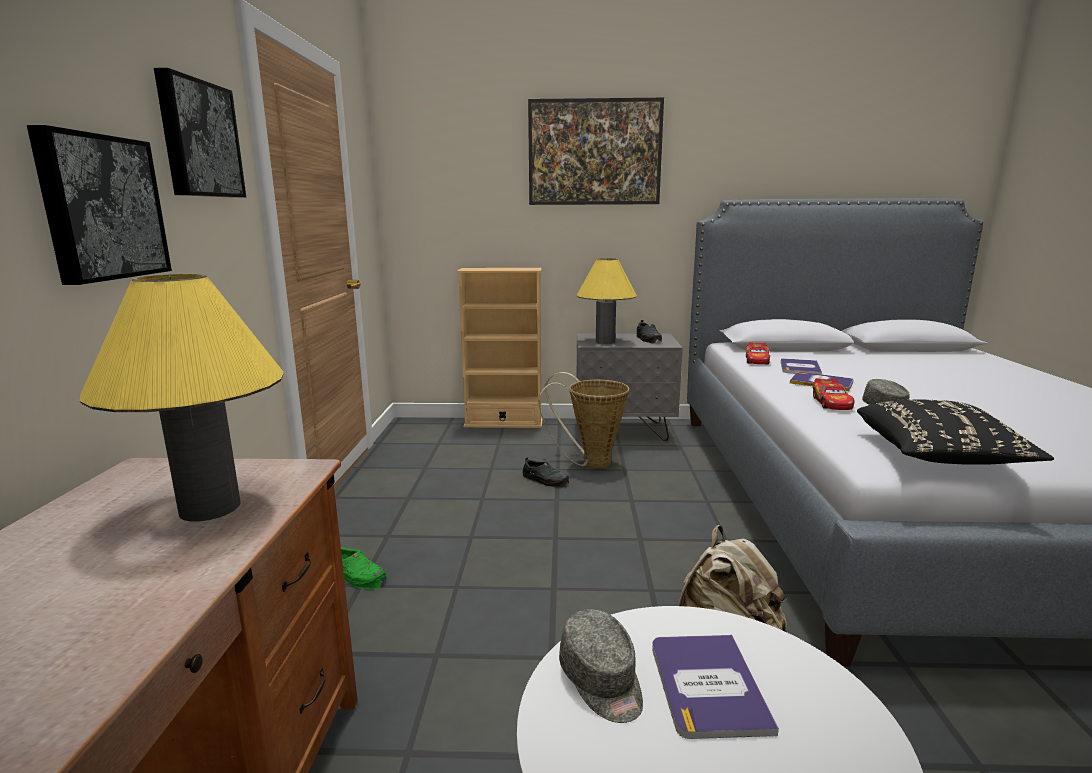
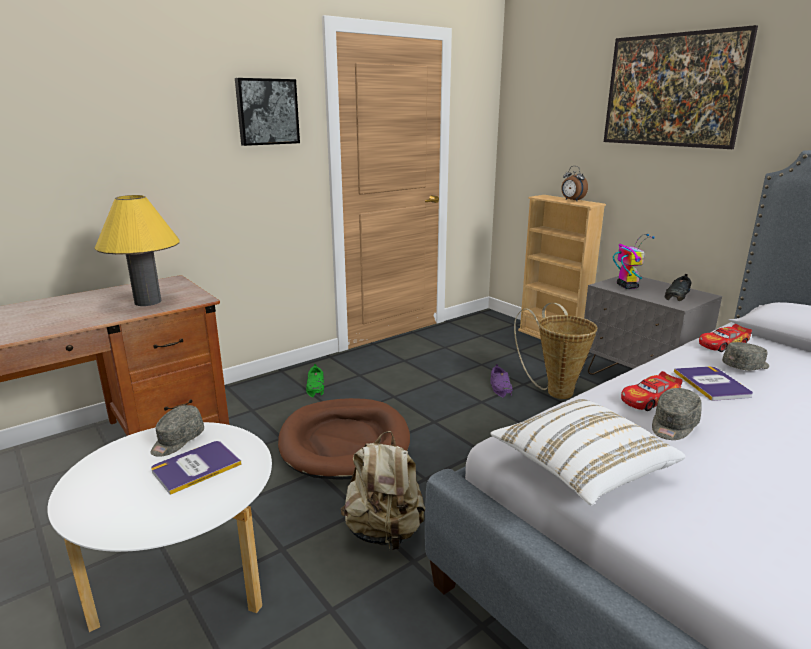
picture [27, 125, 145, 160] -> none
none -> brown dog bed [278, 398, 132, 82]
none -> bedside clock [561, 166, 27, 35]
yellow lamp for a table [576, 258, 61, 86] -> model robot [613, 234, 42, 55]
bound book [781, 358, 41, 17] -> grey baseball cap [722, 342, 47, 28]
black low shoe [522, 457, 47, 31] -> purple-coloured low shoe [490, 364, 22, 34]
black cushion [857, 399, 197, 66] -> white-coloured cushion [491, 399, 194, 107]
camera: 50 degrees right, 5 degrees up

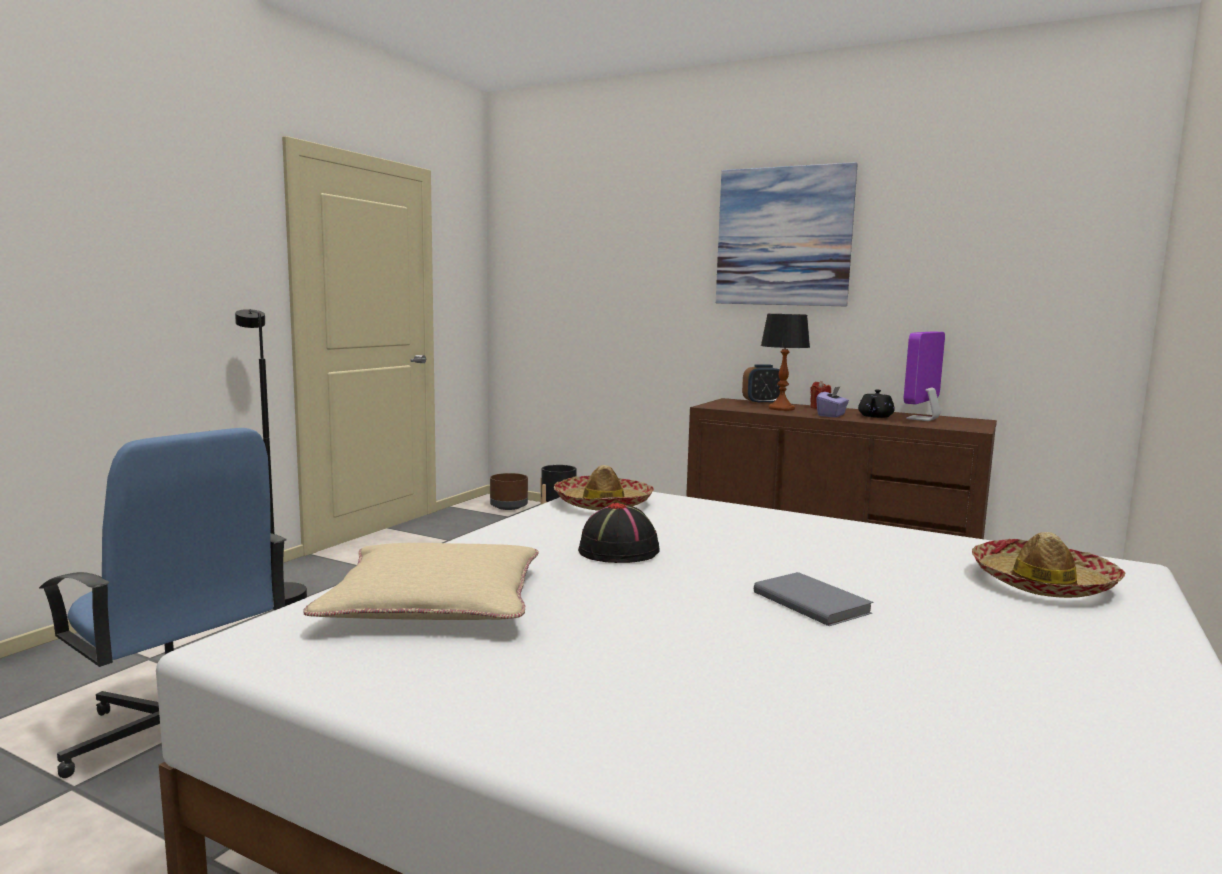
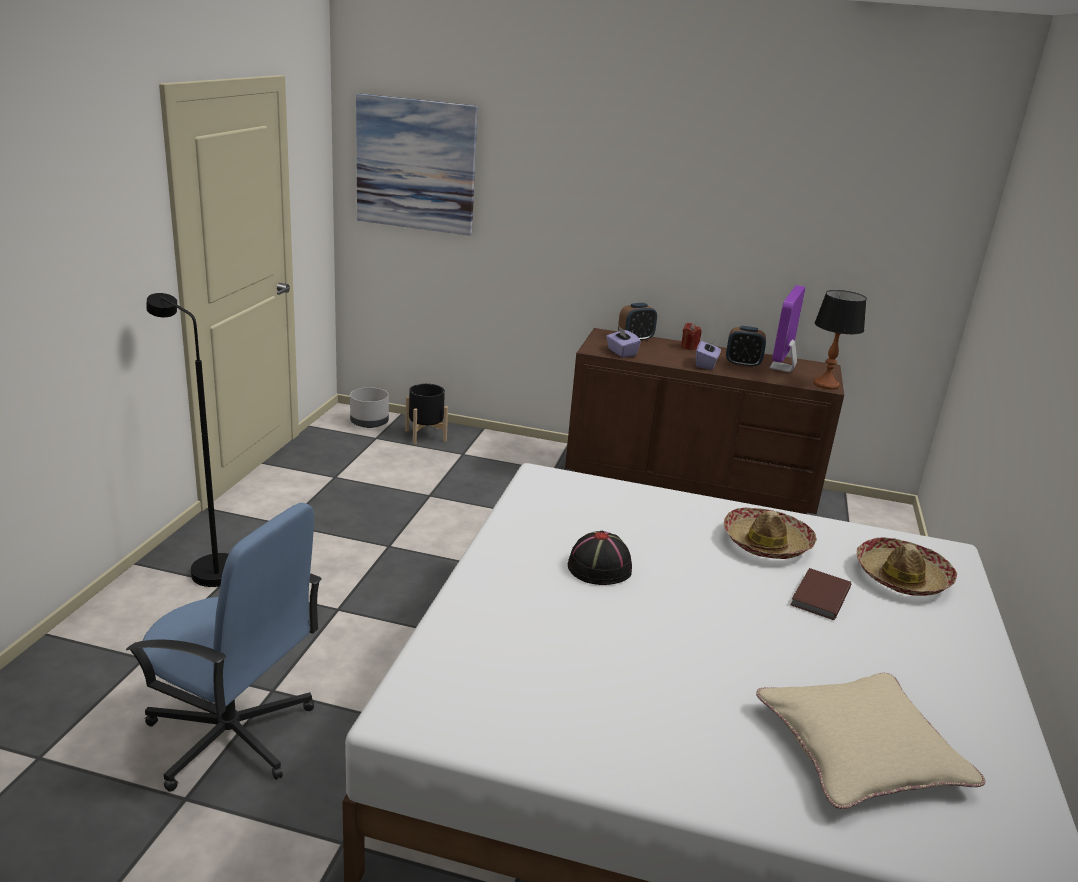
grey bound book [754, 572, 120, 54] -> none
none -> purple-coloured tissue holder [606, 327, 35, 30]
none -> brown bound book [791, 568, 60, 52]
beige cushion [303, 543, 235, 77] -> beige cushion [756, 673, 230, 136], shifted
hat [554, 465, 100, 45] -> hat [724, 507, 93, 52], shifted
picture [716, 162, 142, 144] -> picture [356, 93, 122, 143], shifted
lamp for a table [761, 314, 49, 97] -> lamp for a table [814, 290, 53, 100], shifted
black teapot [858, 390, 37, 28] -> bedside clock [726, 326, 40, 42]
brown flower pot [490, 473, 38, 37] -> grey flower pot [350, 387, 39, 41]
camera: 15 degrees left, 15 degrees up

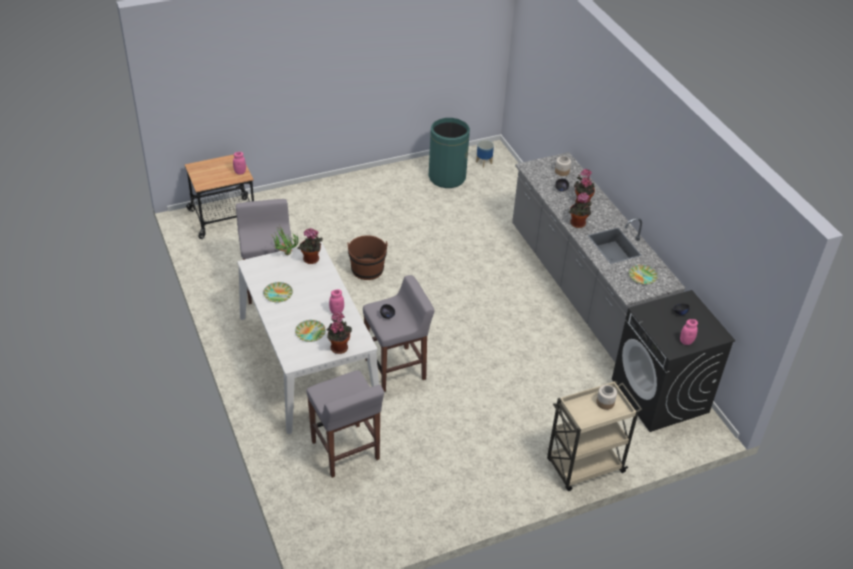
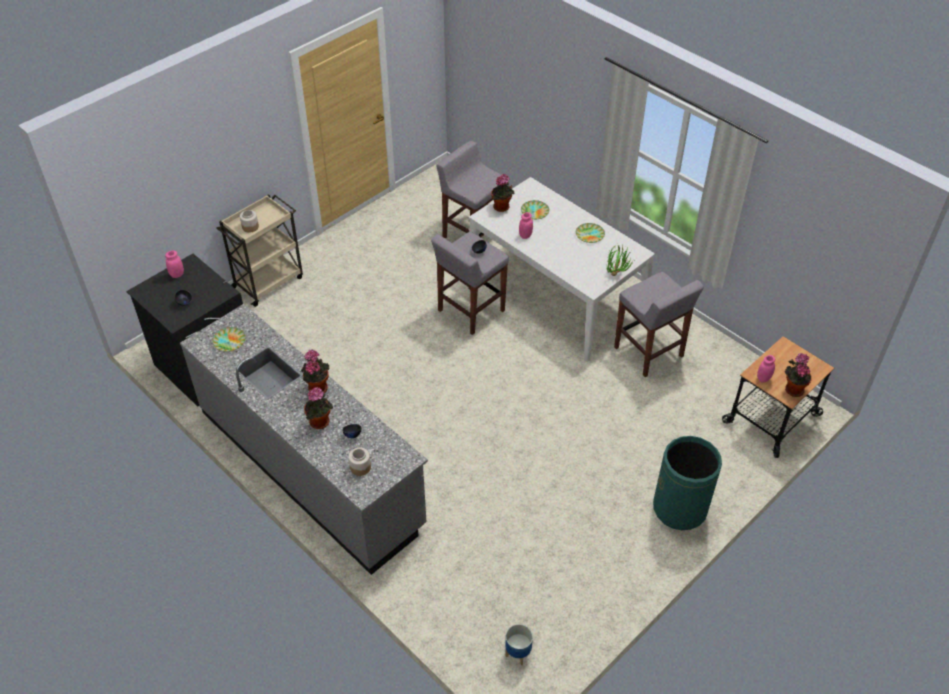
brown pail [347, 235, 40, 45] -> none
plant in a pot [298, 228, 25, 36] -> plant in a pot [785, 353, 27, 44], shifted
green-coloured rubbish bin [429, 118, 41, 70] -> green-coloured rubbish bin [653, 436, 69, 94], shifted
camera: 160 degrees right, 5 degrees up

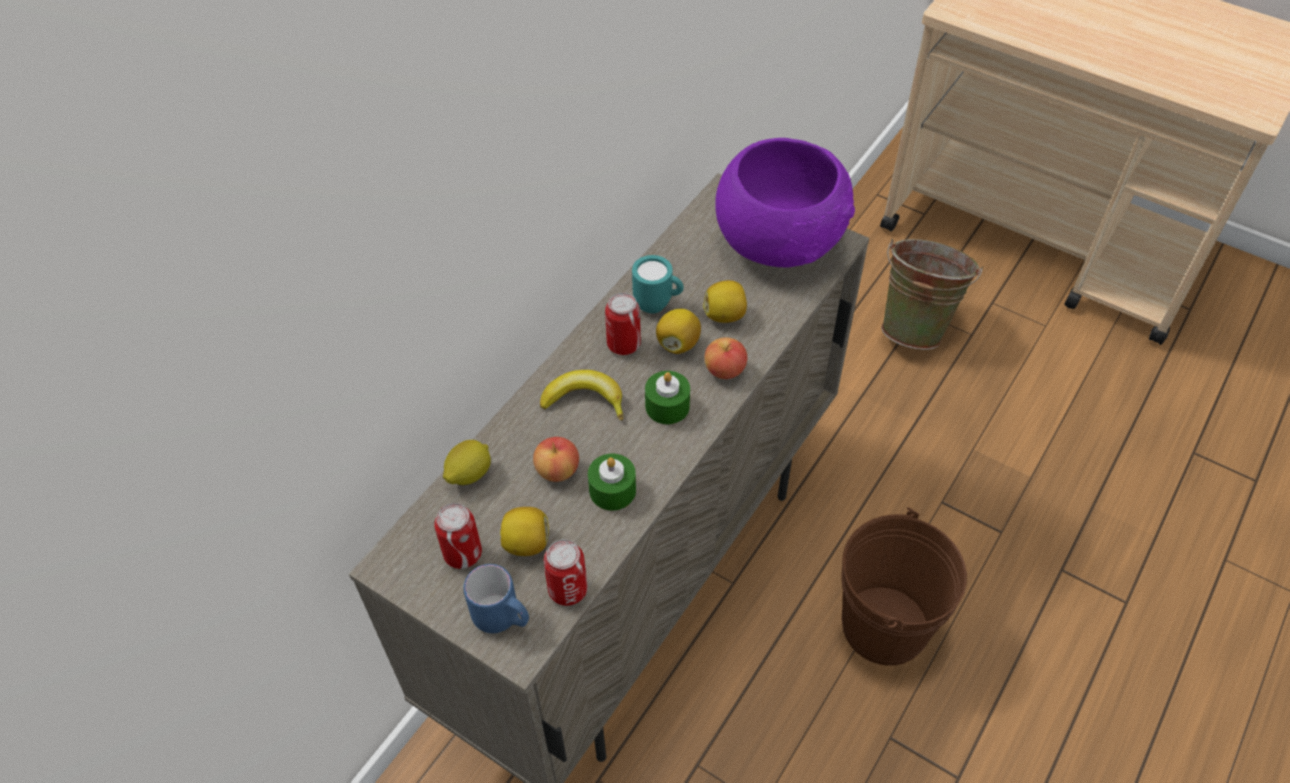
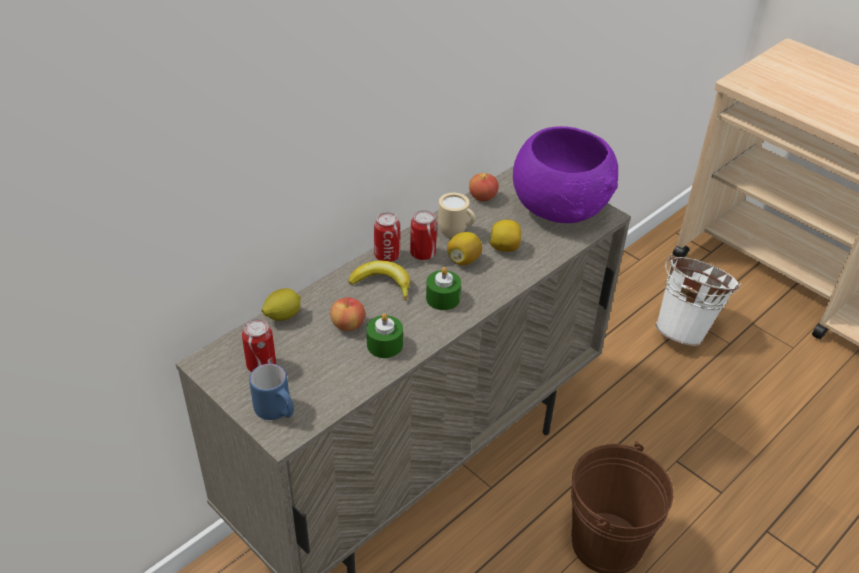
lemon [500, 507, 49, 49] -> none
can [543, 539, 45, 67] -> can [374, 212, 26, 50], shifted
apple fruit [704, 337, 43, 42] -> apple fruit [469, 173, 30, 28], shifted
turquoise-coloured tea mug [632, 255, 52, 58] -> beige tea mug [438, 192, 38, 46]
green-coloured pail [881, 239, 102, 111] -> white-coloured pail [655, 253, 86, 93]
camera: 10 degrees right, 10 degrees down

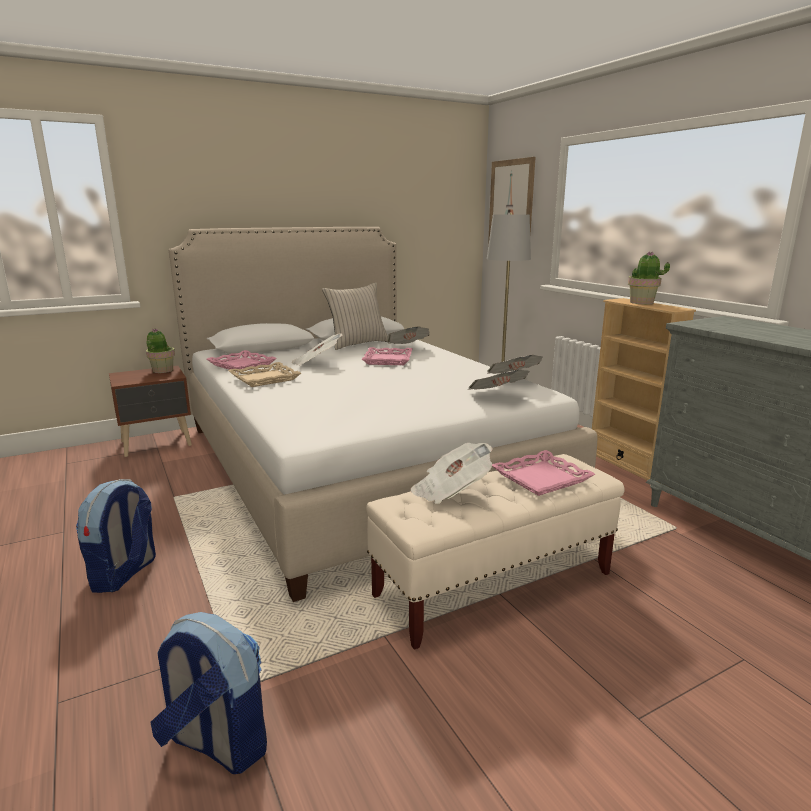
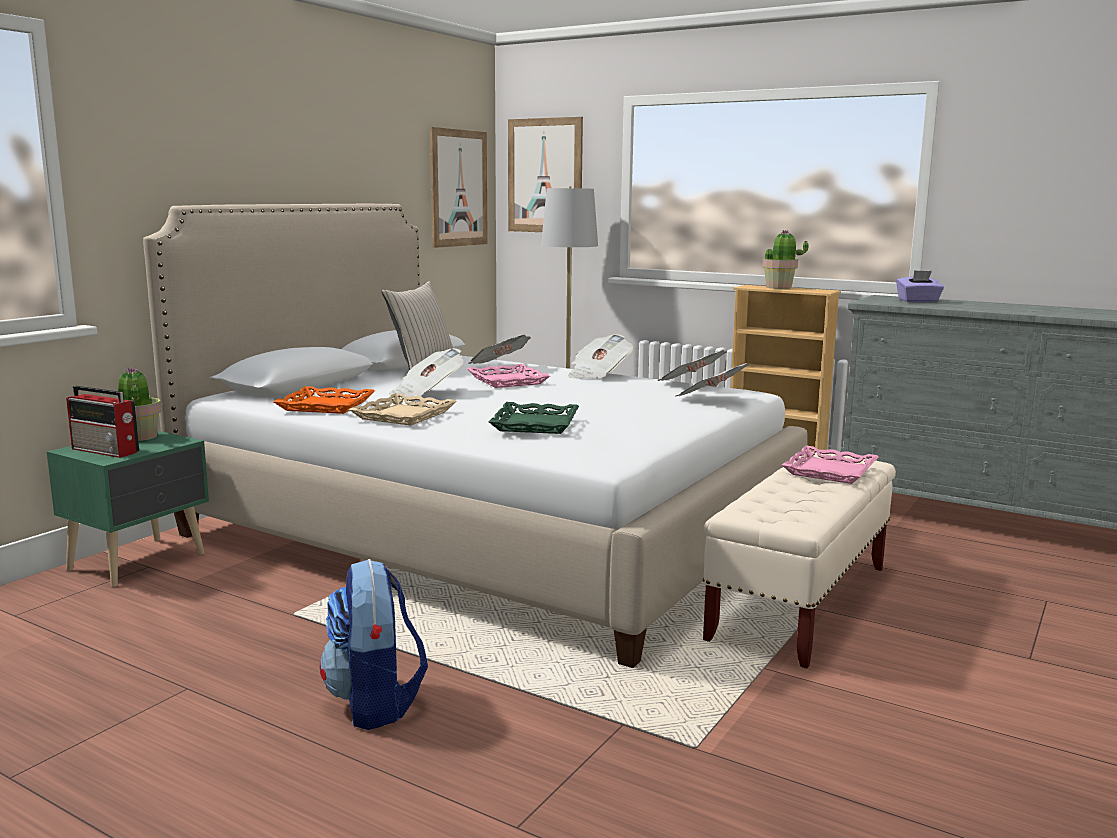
knapsack [151, 612, 116, 162] -> none
none -> radio [66, 386, 73, 72]
none -> picture [430, 127, 58, 121]
none -> green-coloured tray [489, 402, 90, 32]
none -> purple-coloured tissue holder [896, 270, 48, 33]
newspaper [411, 443, 82, 61] -> newspaper [568, 334, 65, 45], shifted
brown night table [109, 366, 83, 91] -> green-coloured night table [47, 431, 162, 156]
pink-coloured tray [207, 350, 70, 22] -> orange tray [273, 386, 102, 28]
camera: 30 degrees left, 5 degrees down

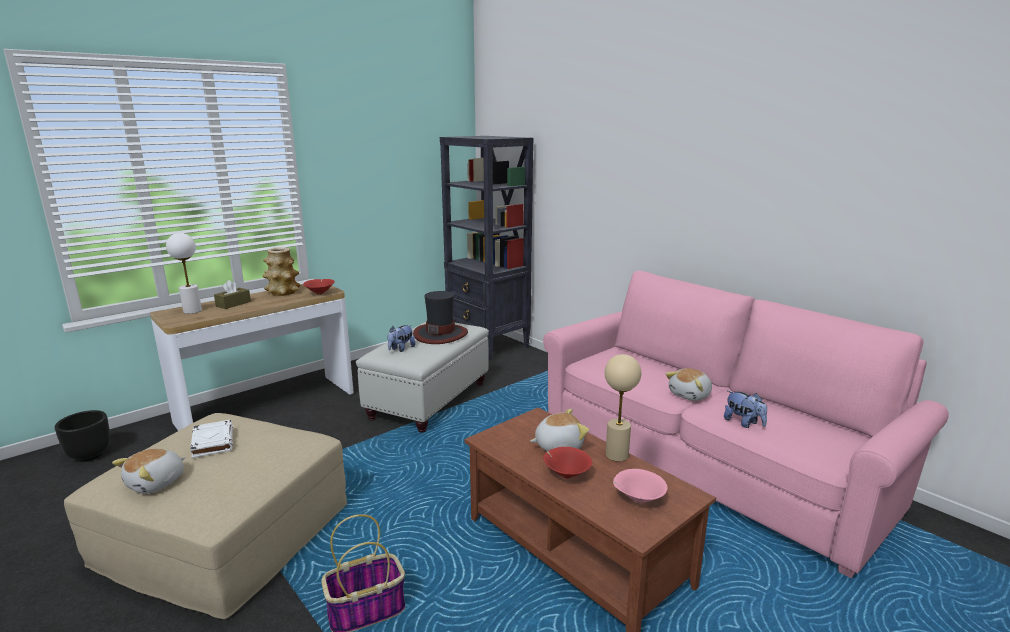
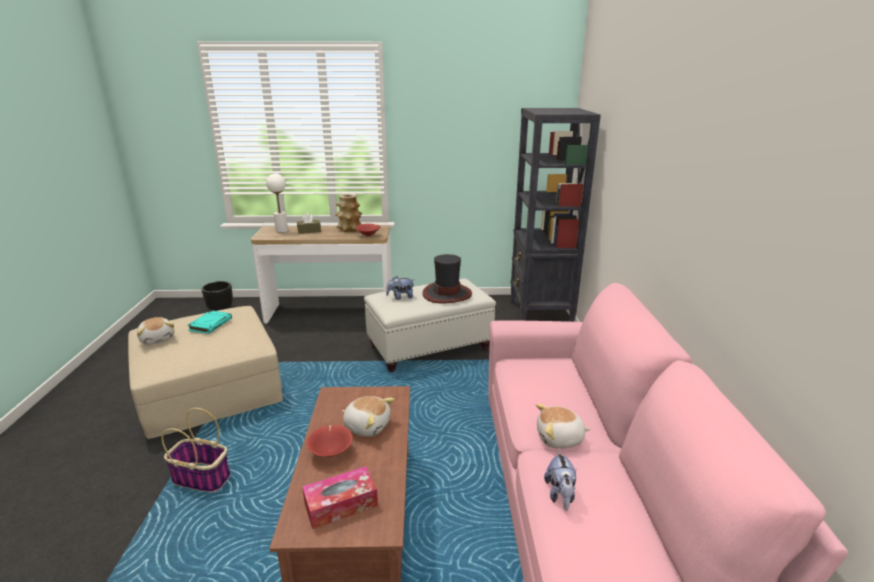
beige lamp for a table [605, 354, 36, 107] -> none
pink-coloured deep dish [613, 469, 54, 34] -> tissue holder [302, 466, 76, 63]
white-coloured bound book [190, 420, 43, 38] -> turquoise-coloured bound book [187, 310, 45, 24]
cuddly toy [112, 449, 74, 45] -> cuddly toy [137, 317, 37, 28], 105 degrees counterclockwise
camera: 40 degrees right, 5 degrees up

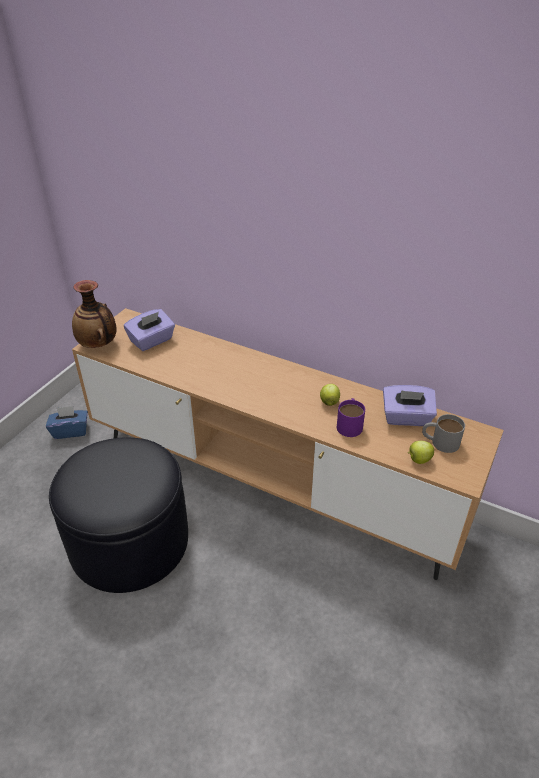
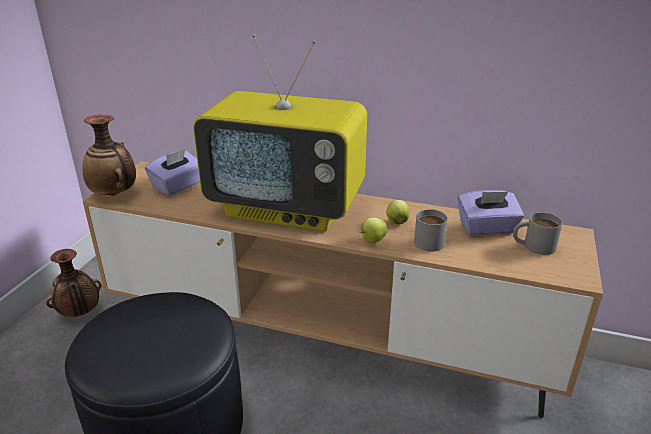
none -> television [193, 34, 174, 197]
apple fruit [408, 441, 26, 23] -> apple fruit [359, 218, 28, 25], shifted
blue tissue holder [46, 406, 42, 33] -> decorative vase [46, 249, 55, 68]
purple-coloured tea mug [337, 398, 28, 39] -> grey tea mug [414, 209, 34, 43]
camera: 10 degrees left, 10 degrees down

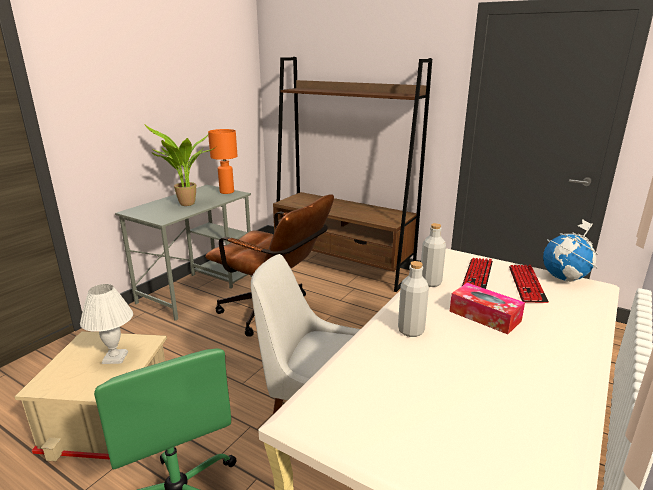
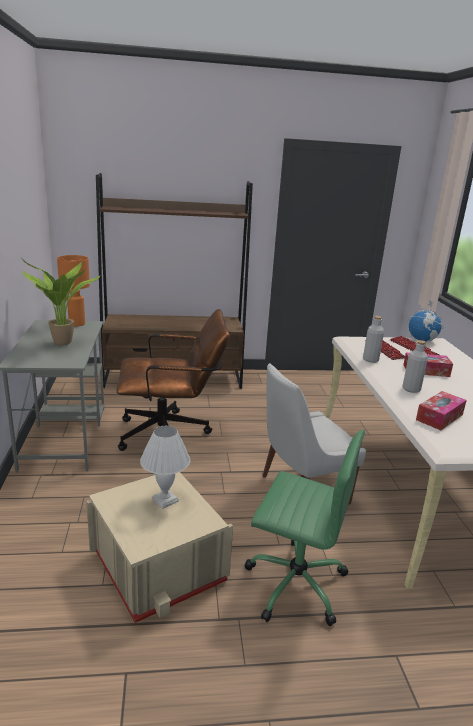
none -> tissue holder [416, 391, 51, 39]
camera: 40 degrees left, 0 degrees up

